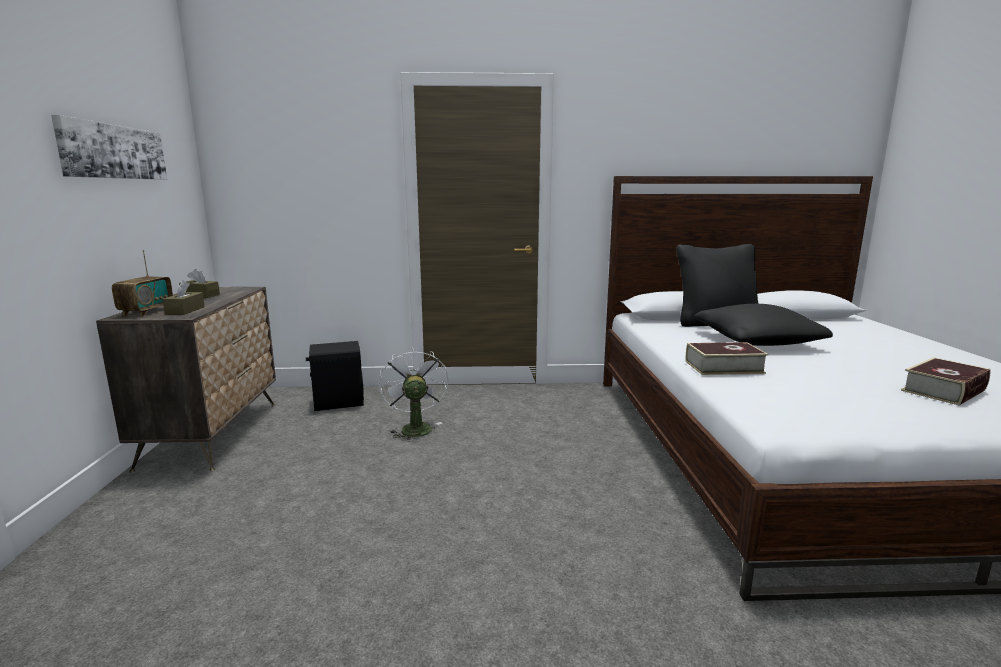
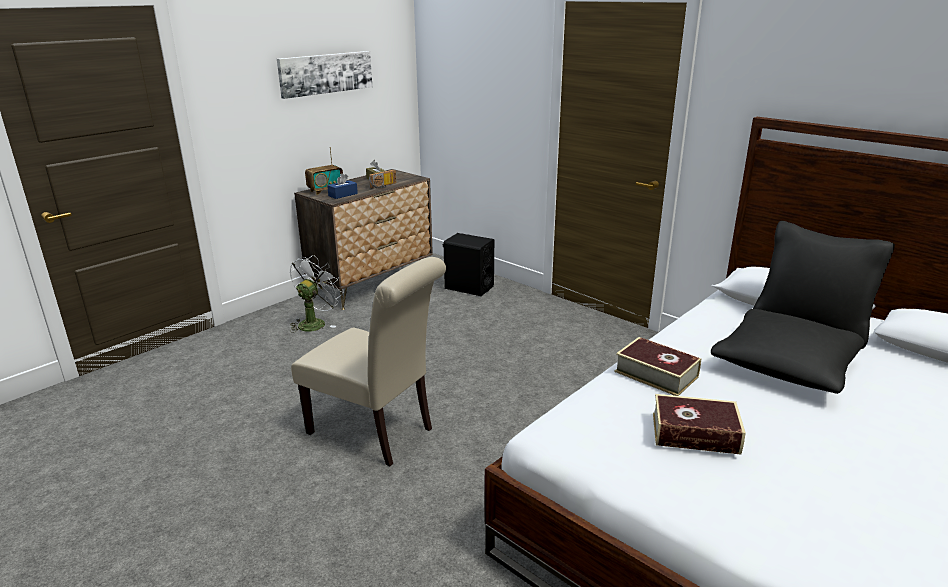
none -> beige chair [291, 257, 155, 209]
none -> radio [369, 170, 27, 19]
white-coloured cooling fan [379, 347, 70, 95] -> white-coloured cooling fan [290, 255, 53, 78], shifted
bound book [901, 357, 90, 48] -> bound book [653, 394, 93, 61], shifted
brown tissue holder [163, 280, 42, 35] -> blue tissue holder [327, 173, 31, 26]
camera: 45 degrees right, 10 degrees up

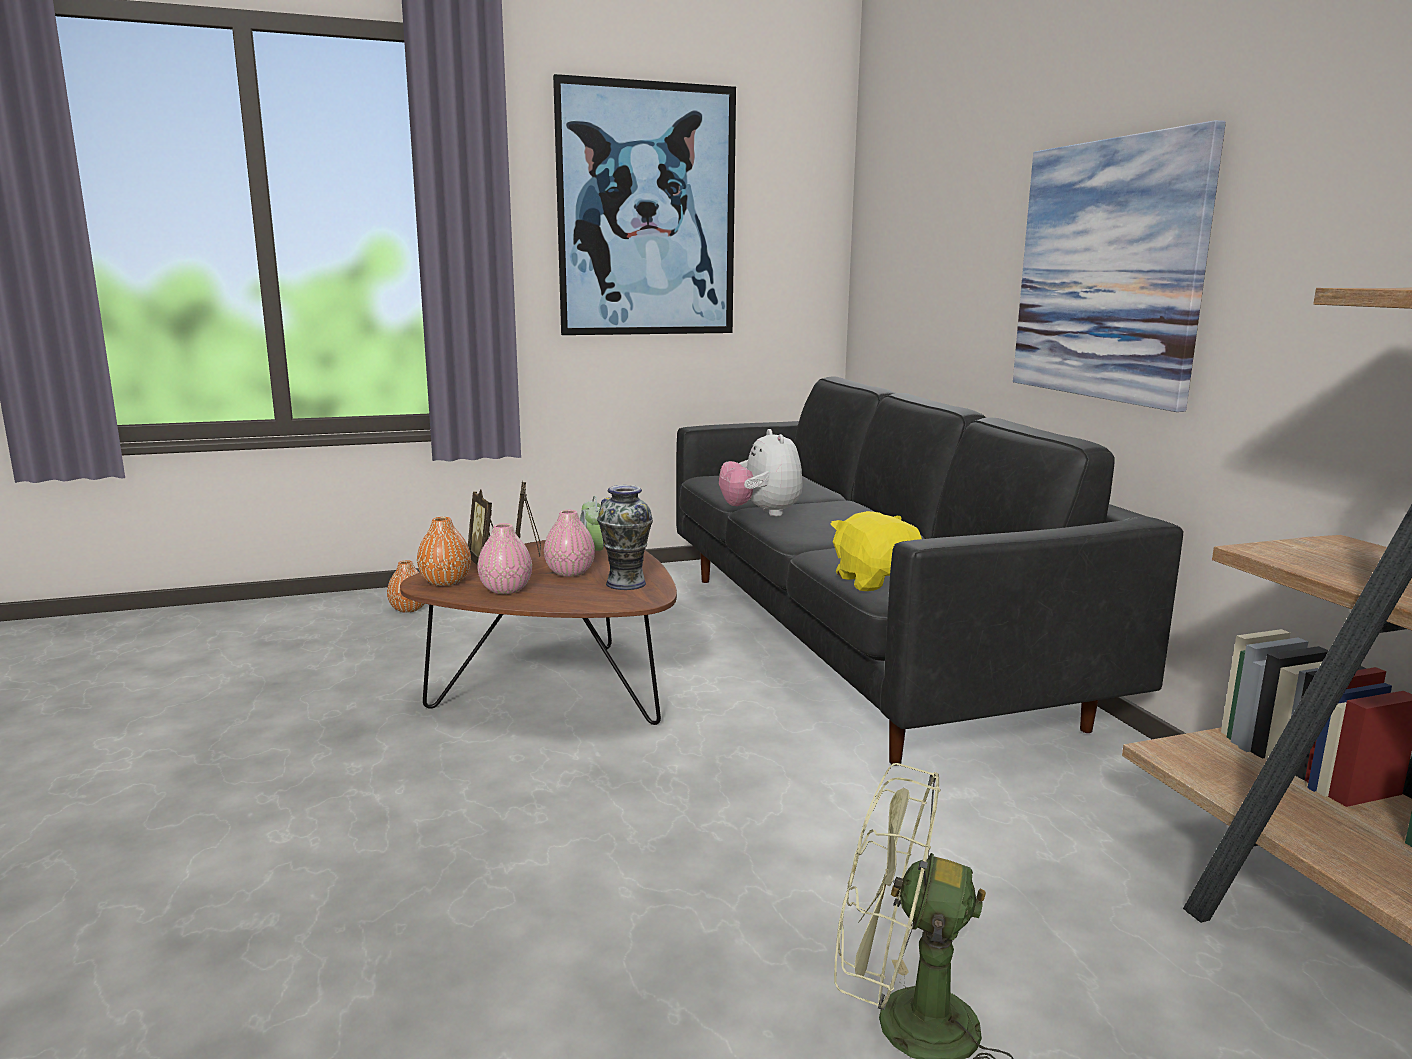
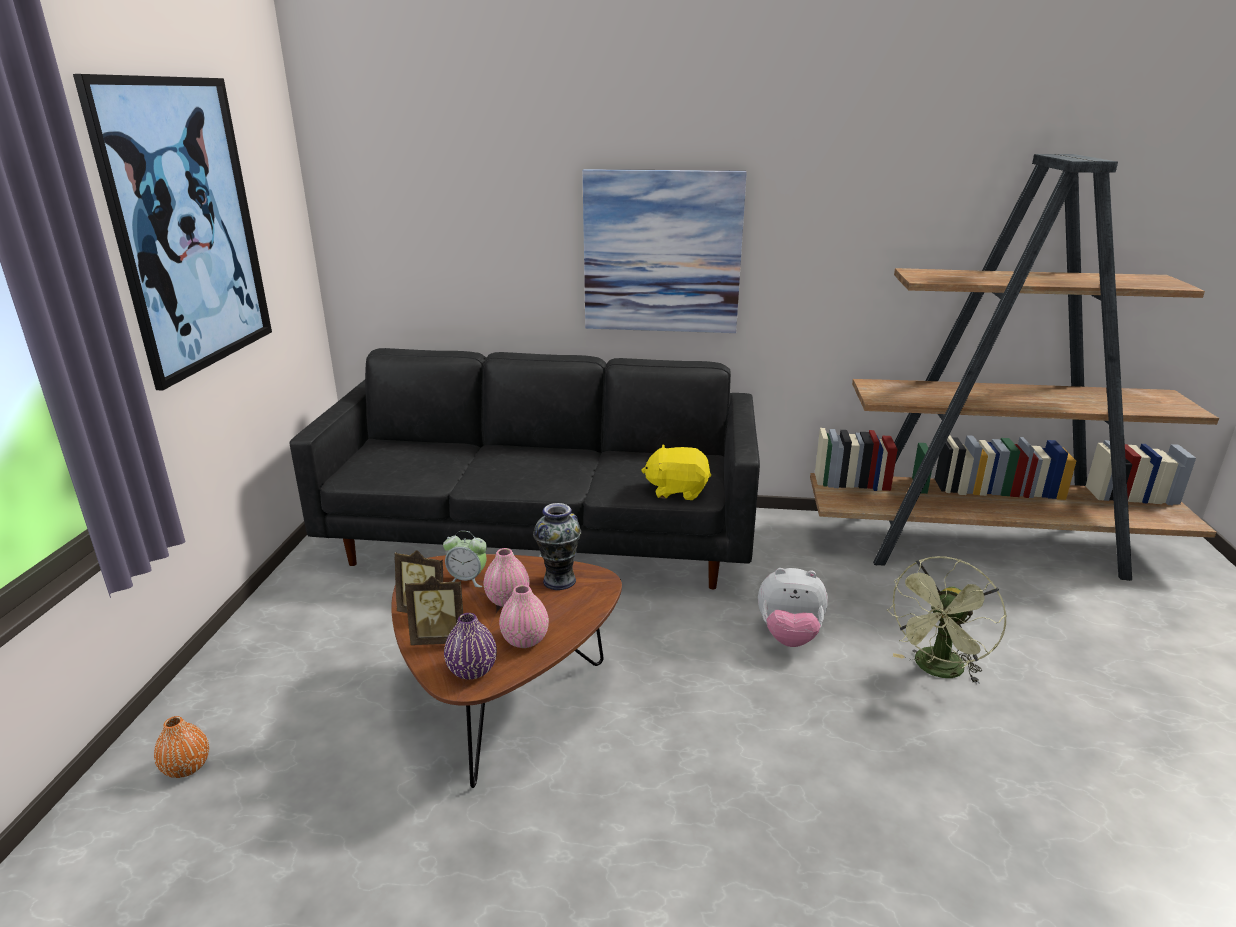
cuddly toy [719, 429, 84, 88] -> cuddly toy [758, 568, 70, 79], shifted
orange decorative vase [417, 517, 54, 69] -> purple-coloured decorative vase [444, 613, 53, 67]
camera: 65 degrees left, 10 degrees up

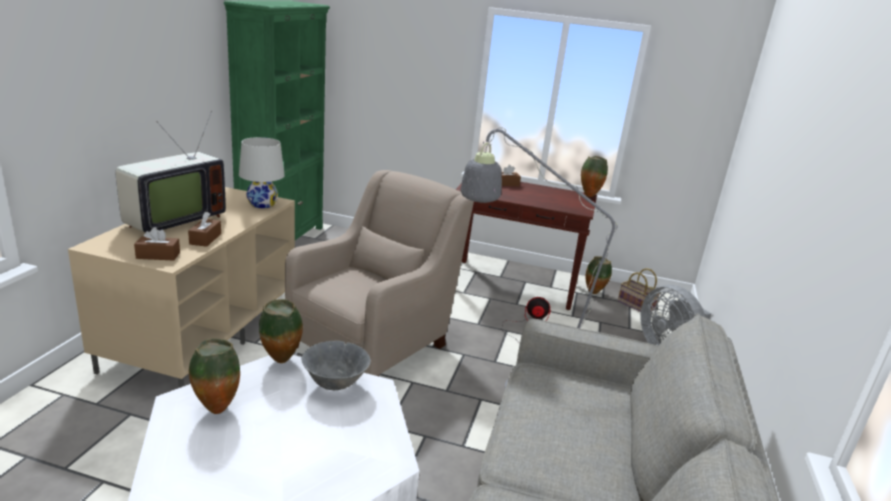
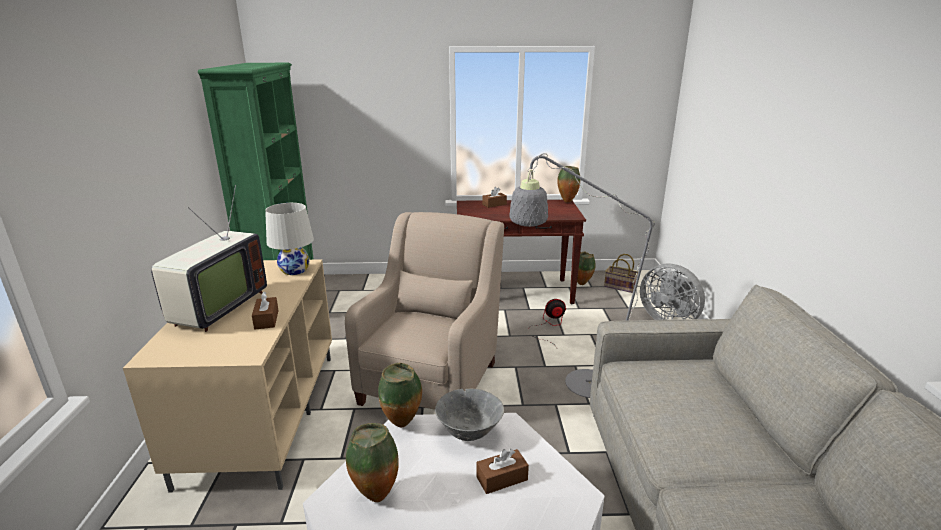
brown tissue holder [134, 227, 46, 34] -> brown tissue holder [476, 449, 53, 45], shifted
camera: 15 degrees left, 0 degrees up

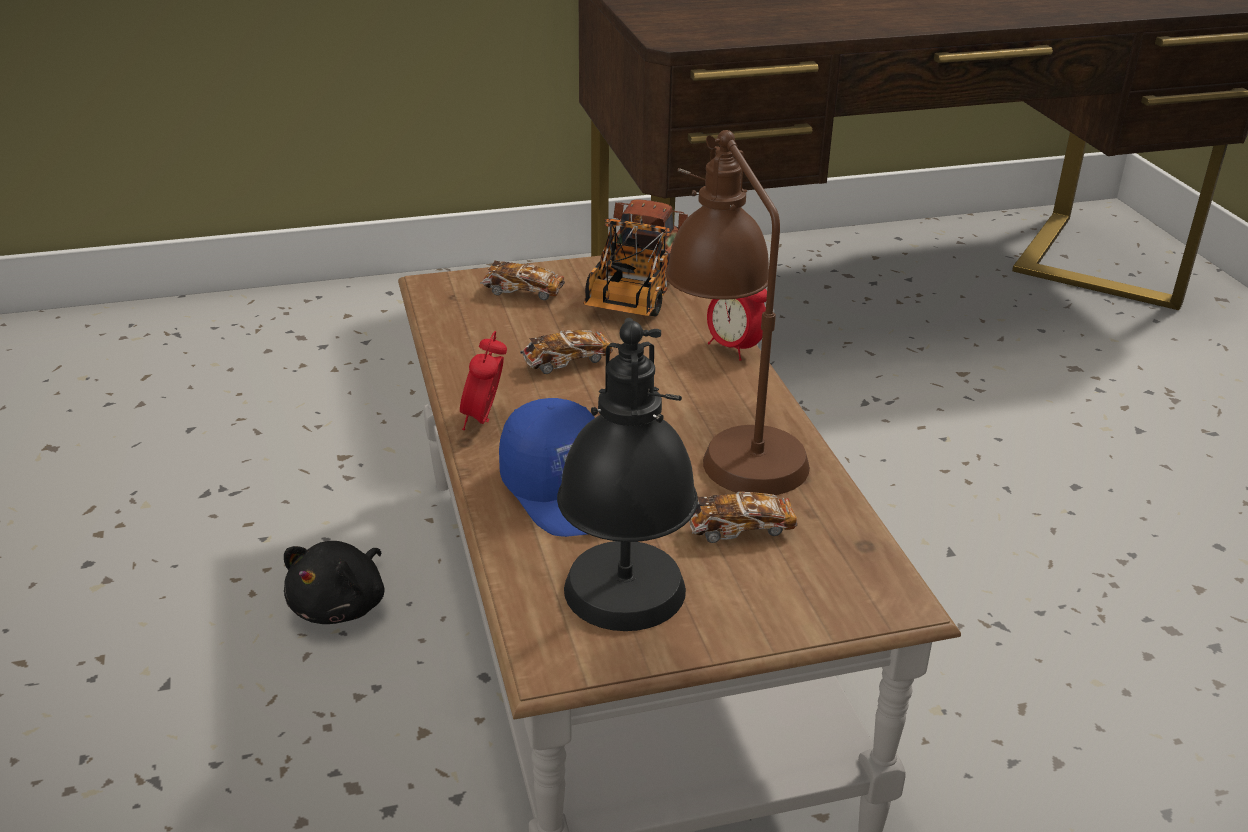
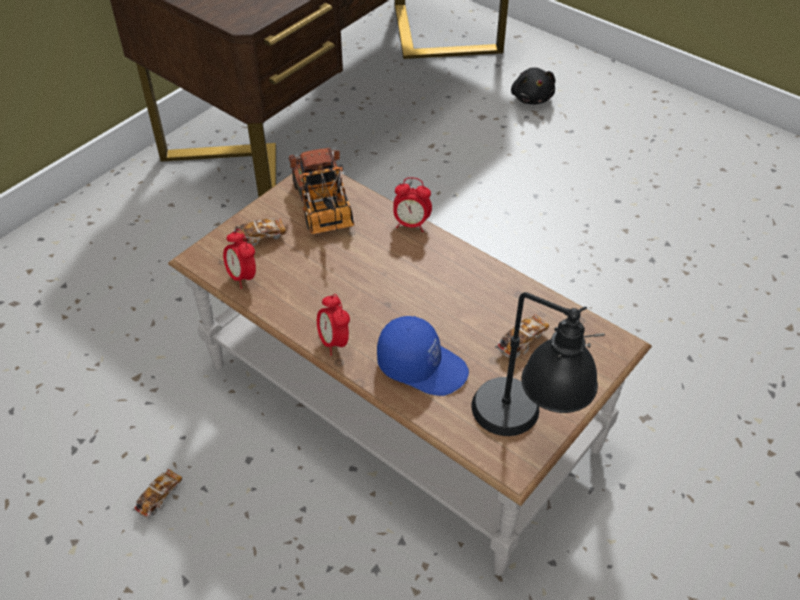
brown lamp for a table [665, 130, 145, 365] -> none
none -> bedside clock [223, 229, 33, 60]
black cuddly toy [284, 541, 100, 83] -> black cuddly toy [511, 67, 45, 37], shifted
model car [520, 330, 93, 44] -> model car [133, 469, 49, 49], shifted
camera: 35 degrees left, 15 degrees up

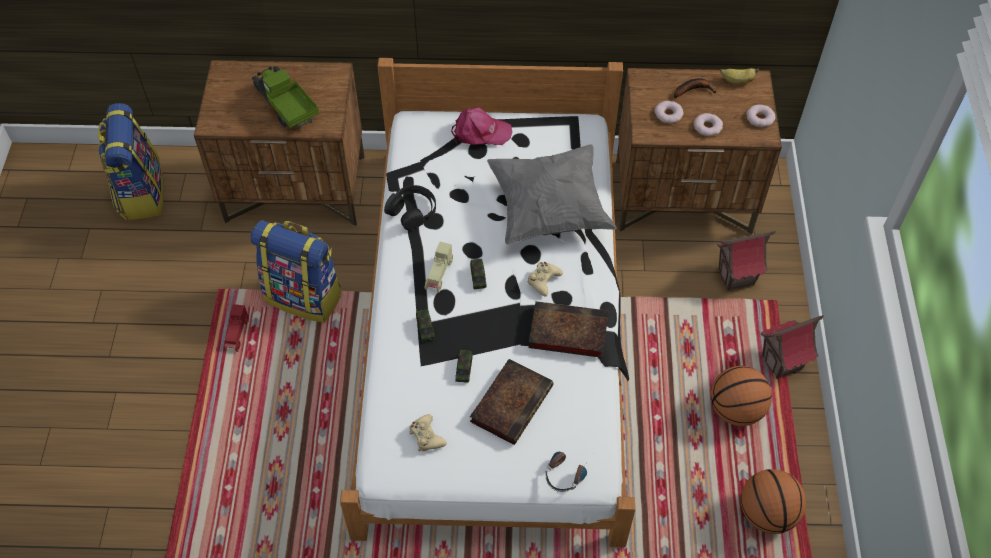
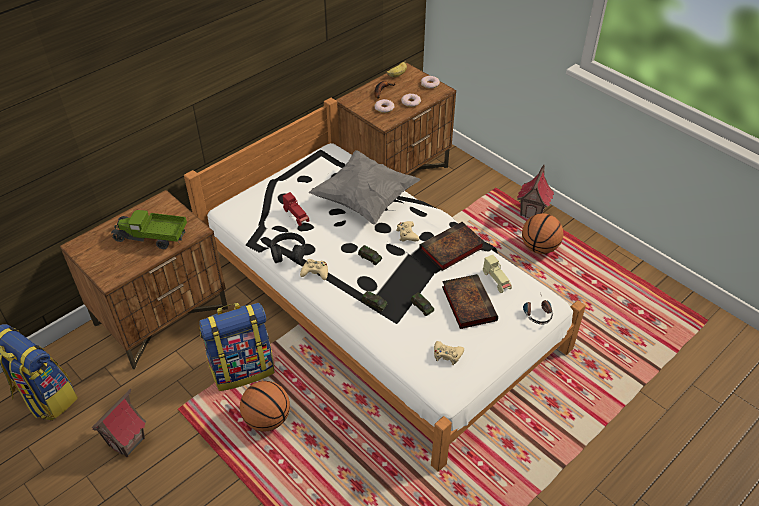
pink-coloured baseball cap [451, 107, 61, 38] -> none
none -> beige gamepad [300, 259, 28, 21]
red model car [224, 304, 25, 48] -> red model car [283, 192, 27, 34], shifted
beige model car [425, 242, 28, 50] -> beige model car [483, 255, 29, 38], shifted
miniature house [717, 231, 59, 60] -> miniature house [92, 388, 55, 69], shifted
ball for basketball [741, 469, 65, 65] -> ball for basketball [240, 381, 50, 51], shifted
camera: 45 degrees left, 10 degrees down

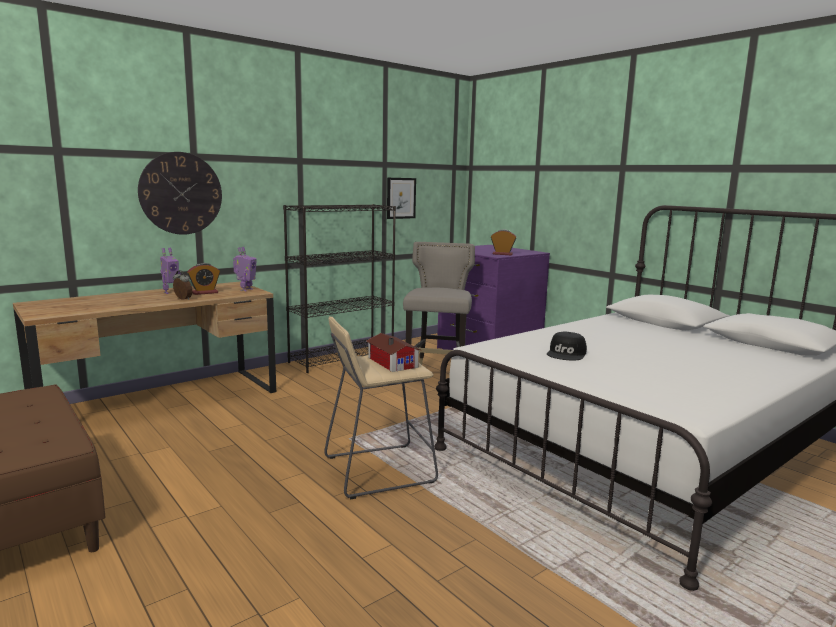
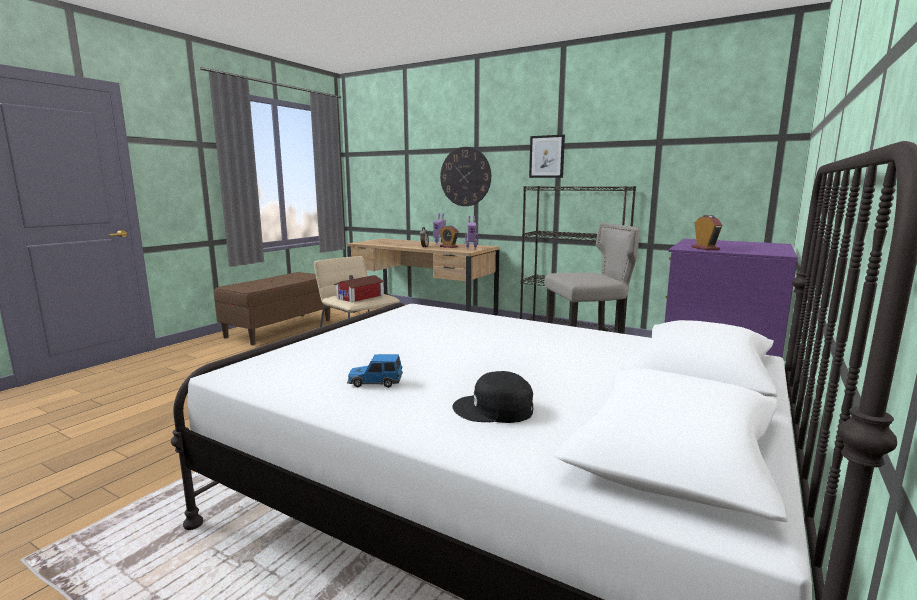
none -> model car [347, 354, 56, 34]
picture [387, 178, 29, 41] -> picture [529, 135, 36, 43], shifted
black baseball cap [547, 332, 40, 28] -> black baseball cap [452, 371, 81, 52], shifted
camera: 70 degrees right, 0 degrees up

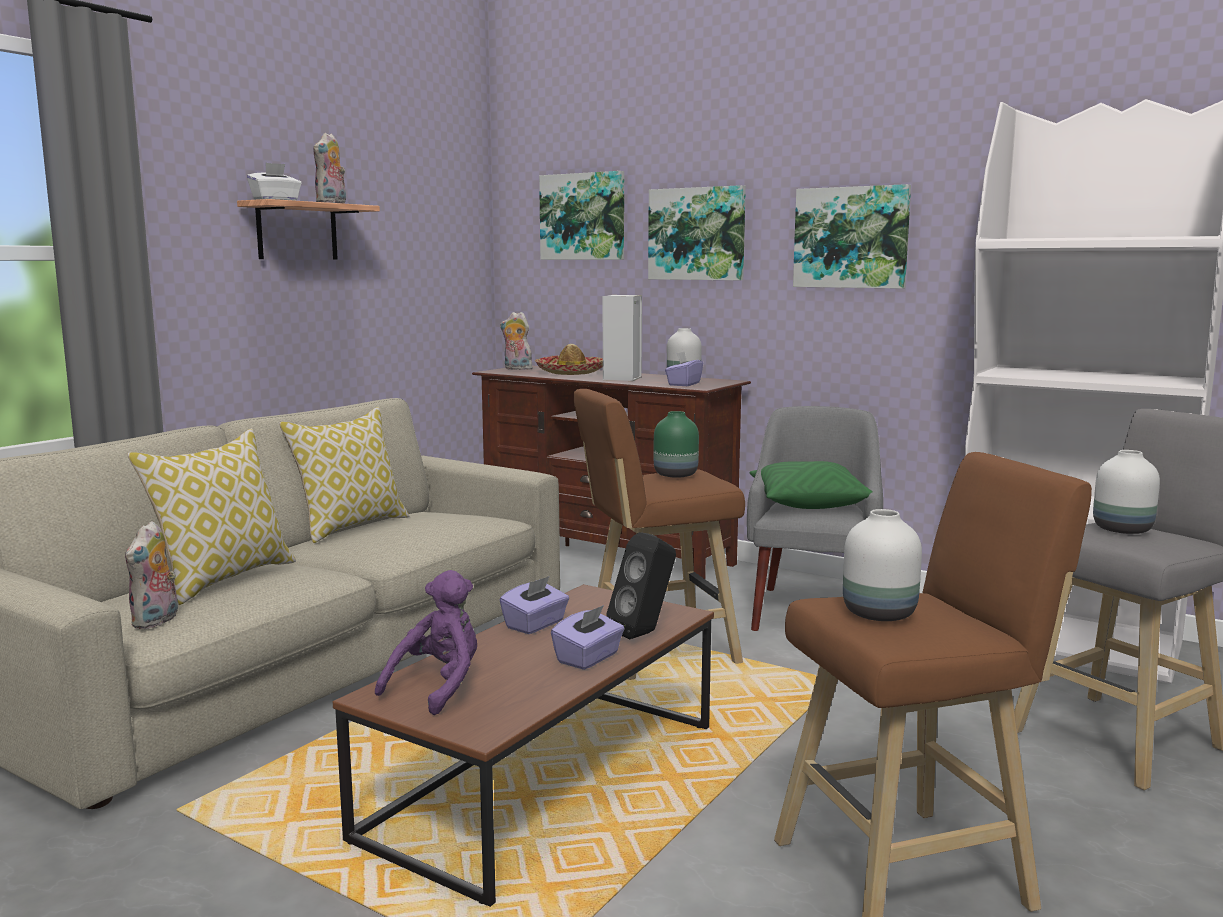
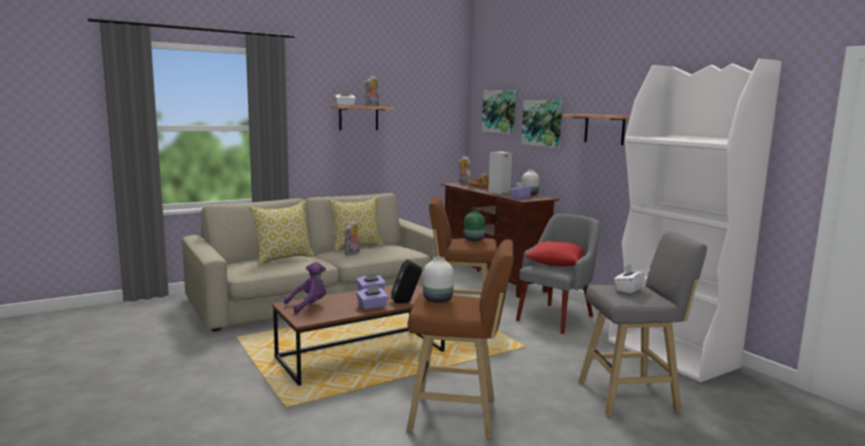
cuddly toy [125, 521, 53, 108] -> cuddly toy [344, 221, 16, 34], shifted
picture [793, 184, 118, 105] -> bracket shelf [562, 114, 68, 31]
white-coloured decorative vase [1093, 450, 67, 84] -> white-coloured tissue holder [614, 264, 31, 30]
green-coloured cushion [749, 461, 124, 48] -> red cushion [525, 241, 59, 25]
camera: 25 degrees right, 0 degrees up

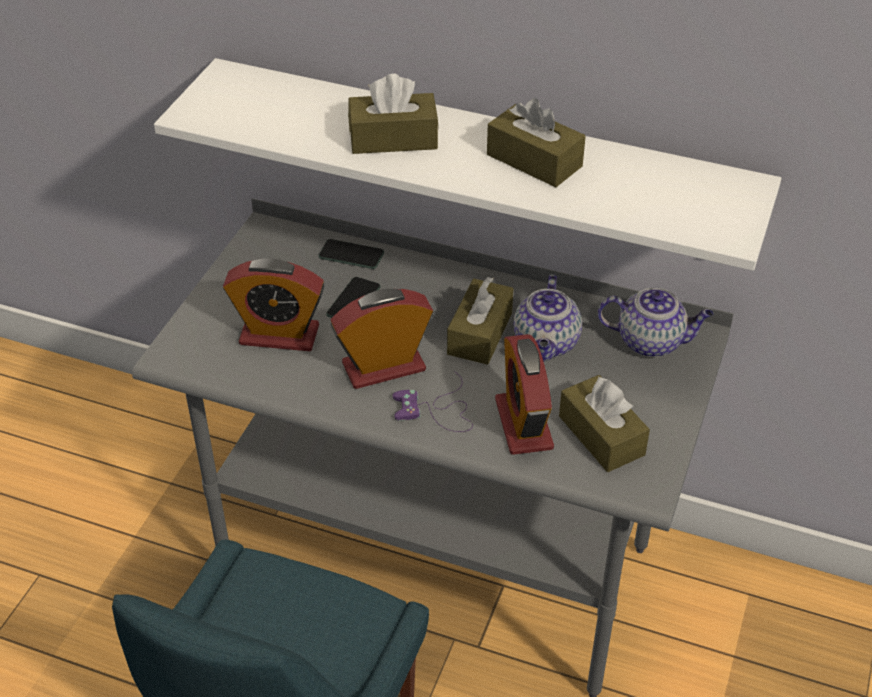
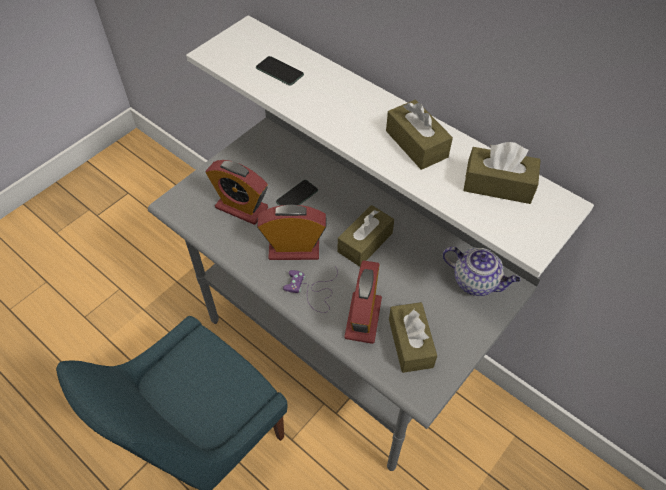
teapot [514, 275, 68, 87] -> none
handset [319, 239, 65, 30] -> handset [256, 56, 48, 30], shifted
brown tissue holder [348, 74, 91, 80] -> brown tissue holder [463, 142, 78, 62], shifted
camera: 20 degrees right, 10 degrees up

